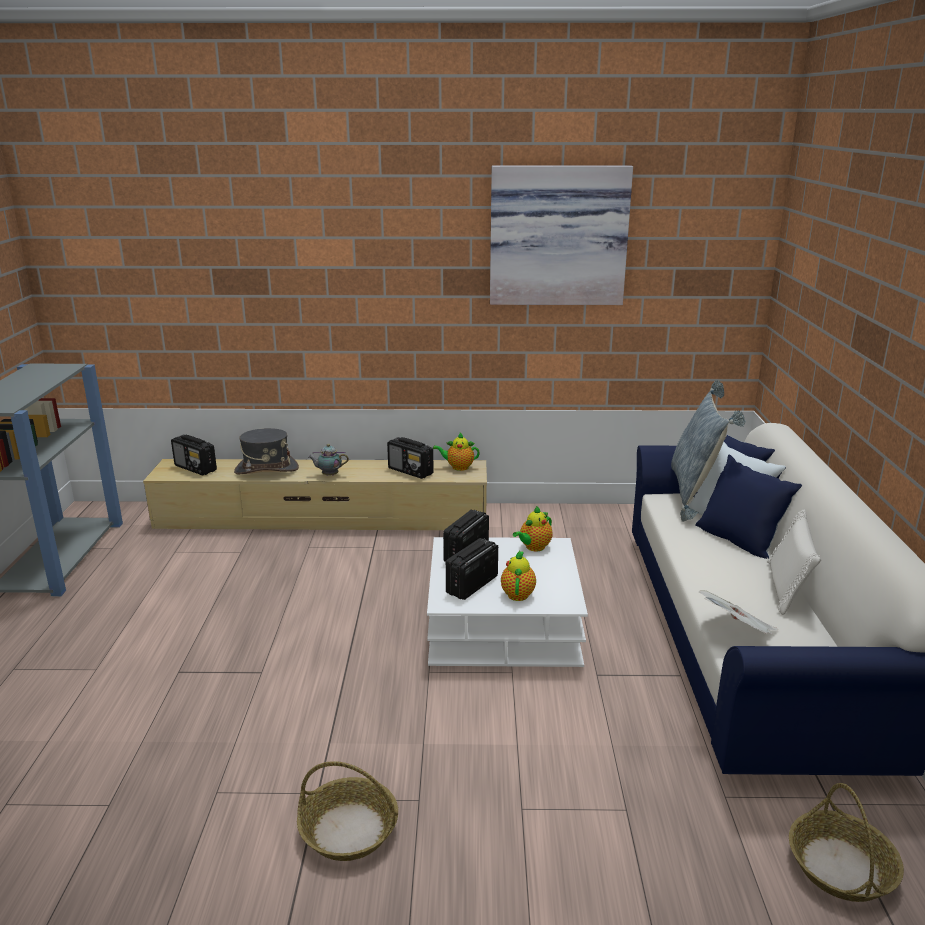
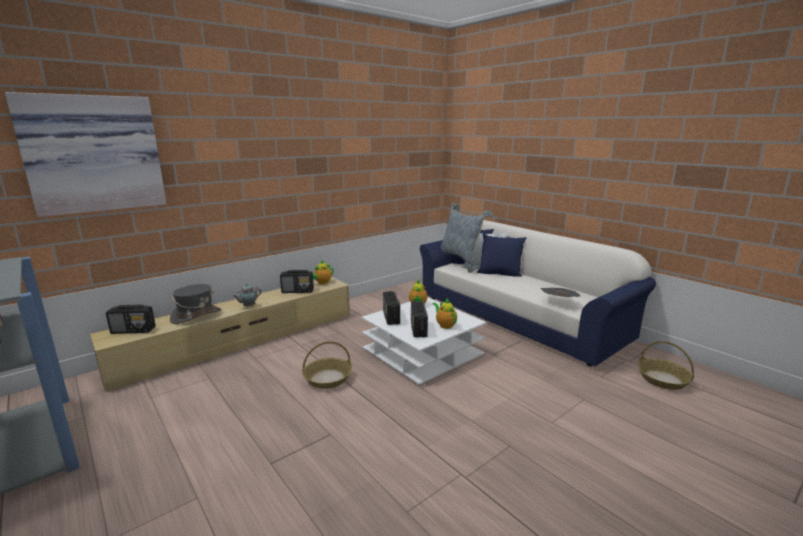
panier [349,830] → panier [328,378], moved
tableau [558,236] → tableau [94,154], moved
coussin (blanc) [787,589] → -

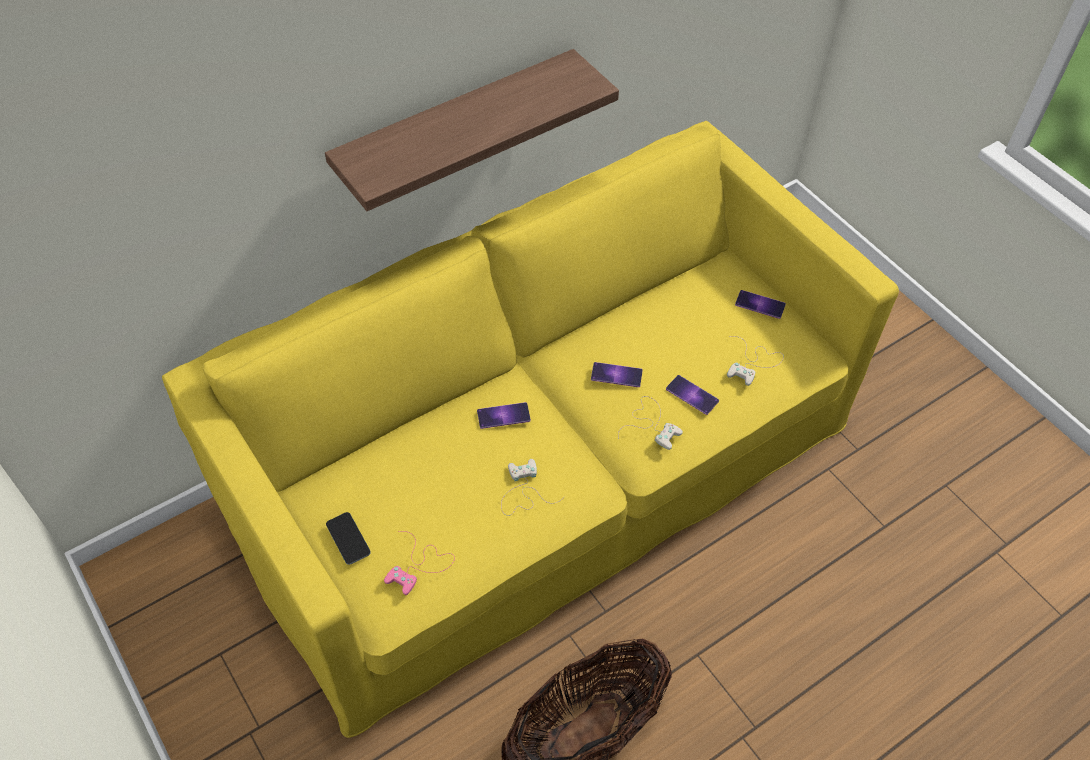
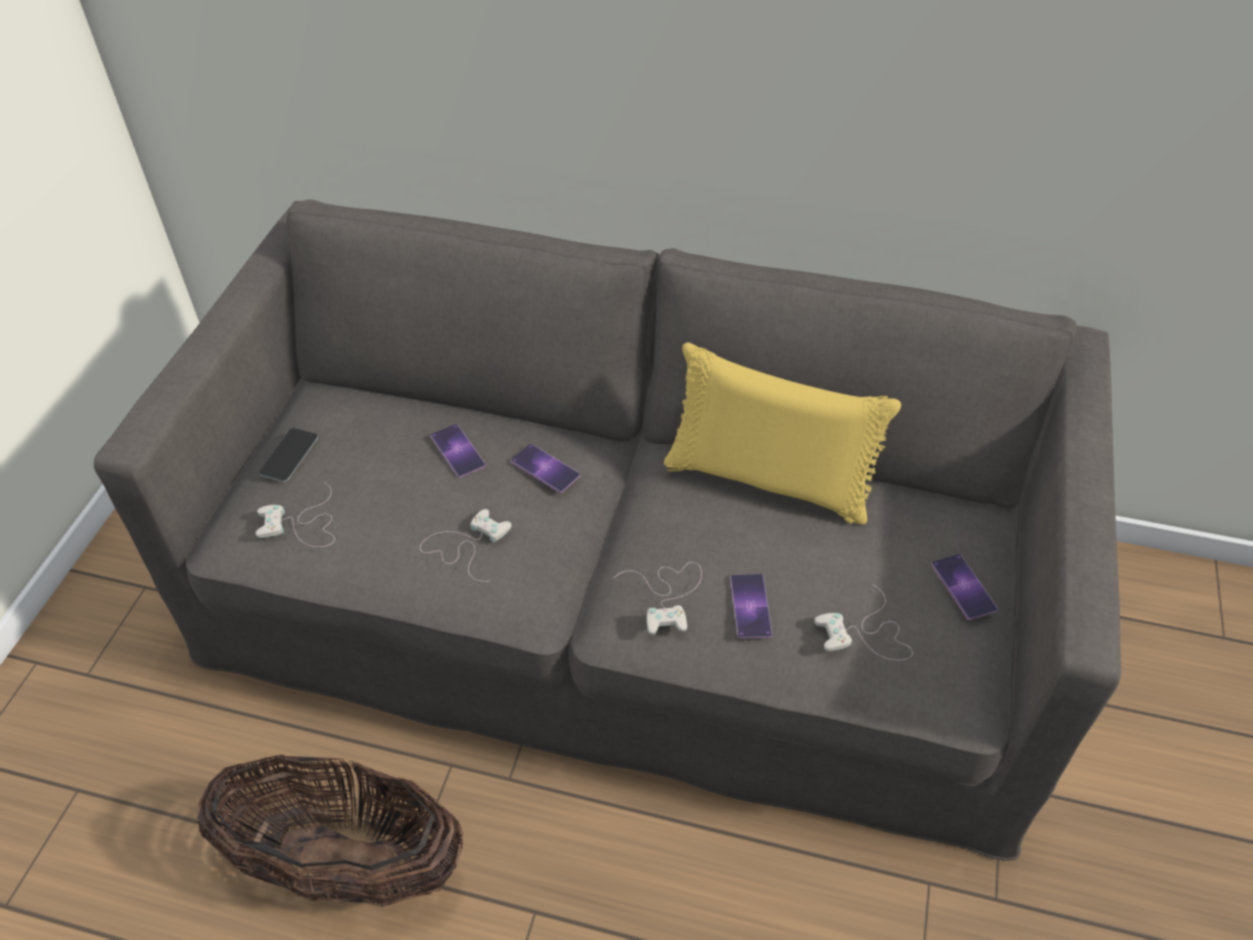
canapé (jaune) [542,466] → canapé (gris) [626,598]
étagère [456,131] → -
manette (rose) [419,565] → manette (blanc) [302,525]
téléphone [616,375] → téléphone [457,450], moved
- → coussin (jaune) [768,480]

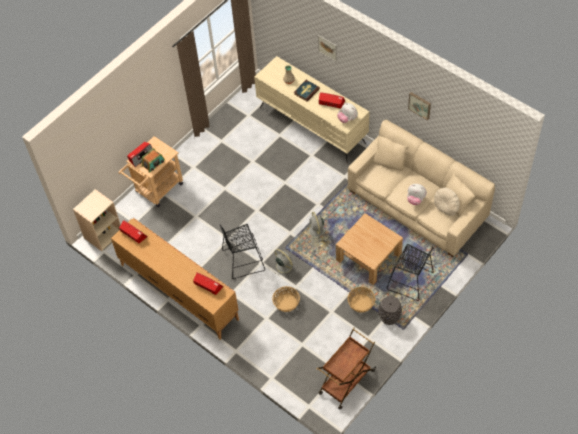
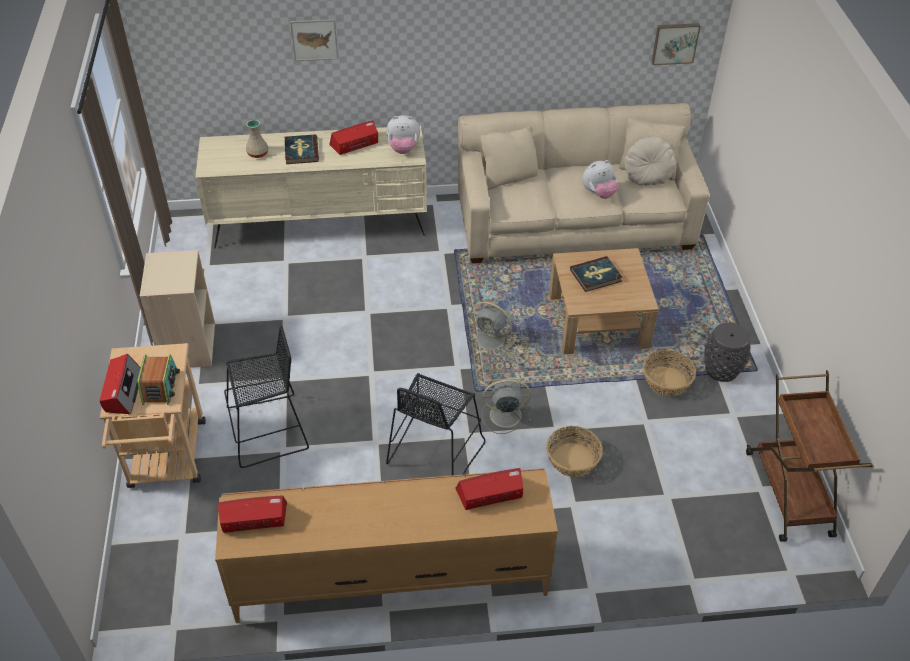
bibliothèque (beige) [103,234] → bibliothèque (beige) [188,345], moved
tabouret (noir) [409,280] → tabouret (noir) [266,430], moved
tableau [420,105] → tableau [675,43], moved
- → livre [596,276]

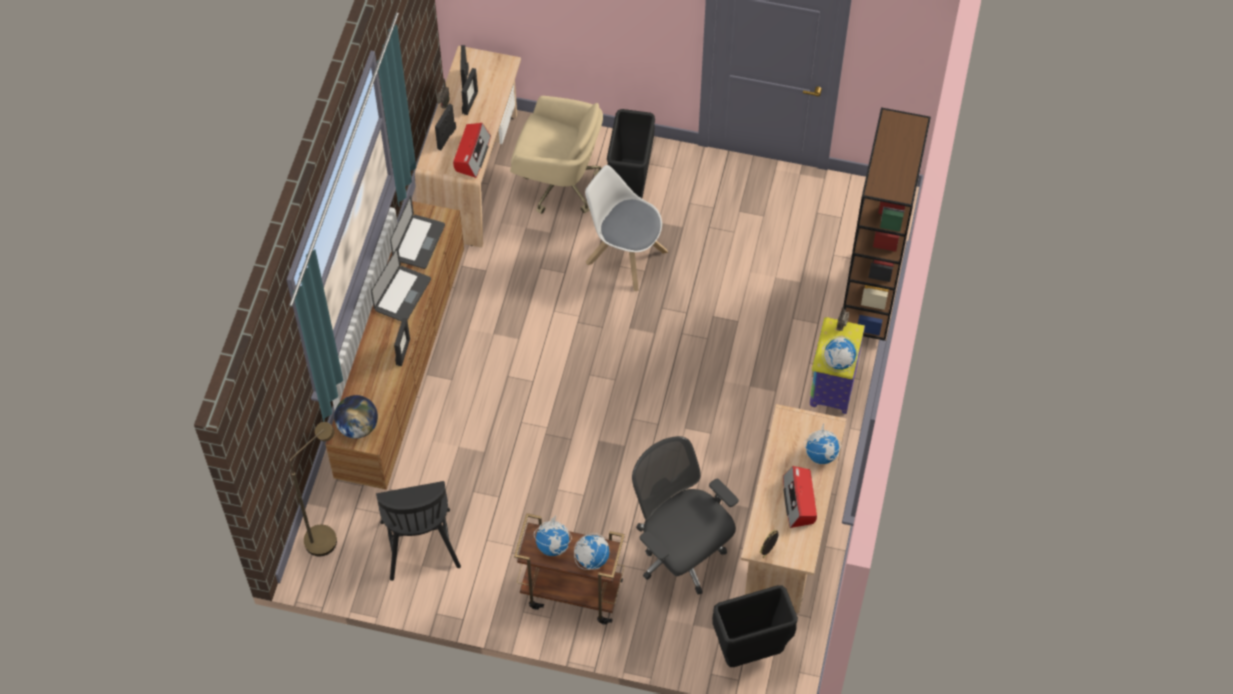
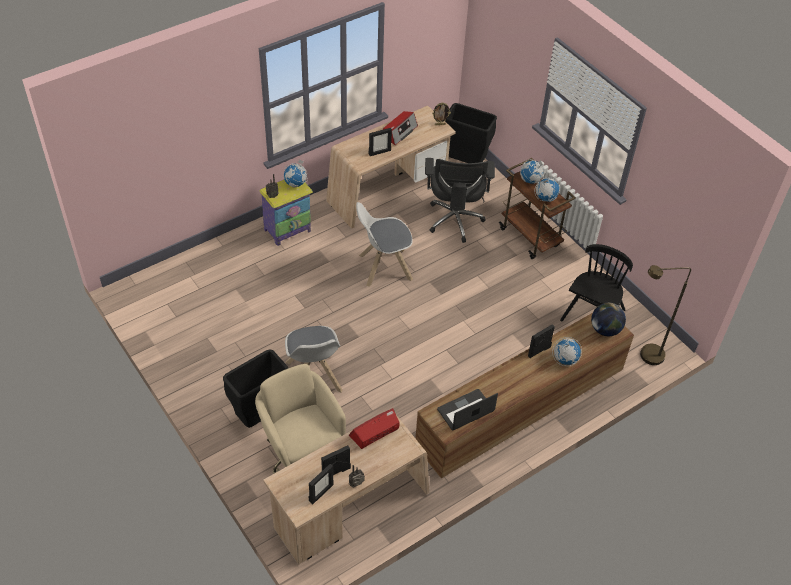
ordinateur portable [402,295] → -
cadre photo [446,138] → cadre photo [379,152], moved
globe [821,454] → globe [564,360], moved
bibliothèque (marron) [870,298] → -
- → chaise [383,267]

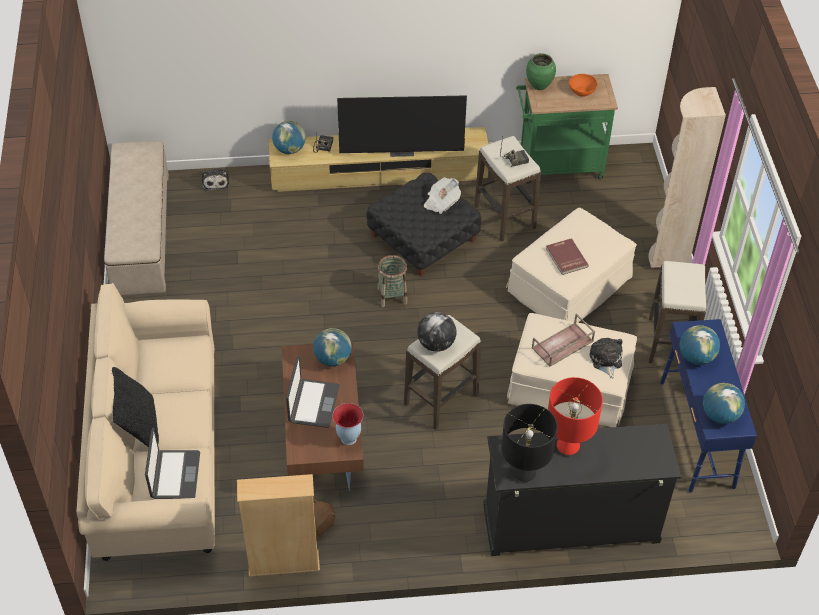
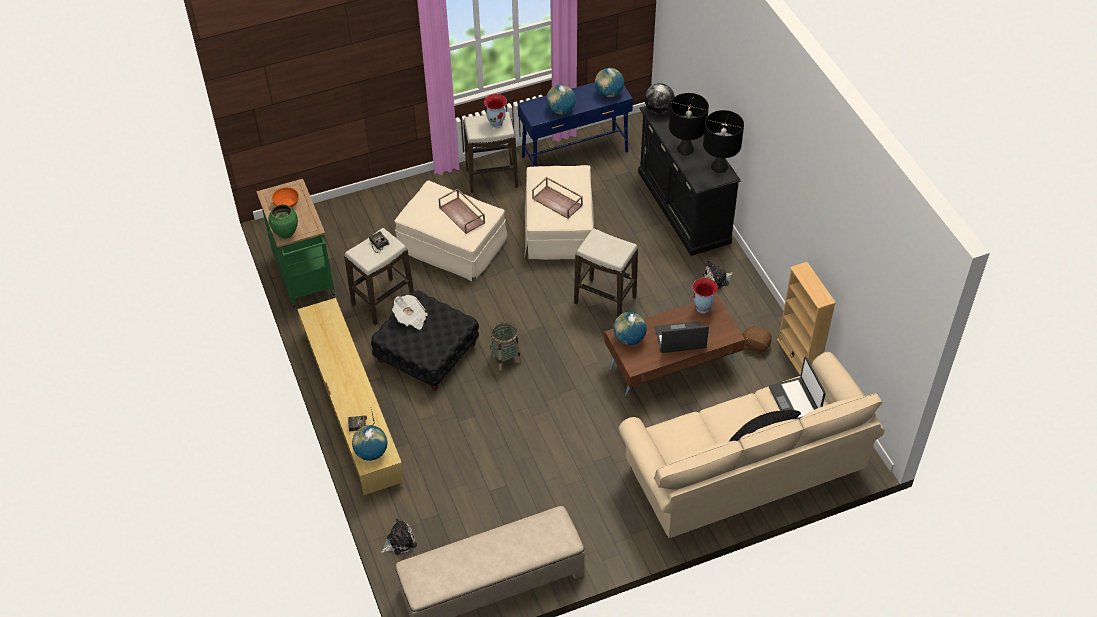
ordinateur portable [174,475] → ordinateur portable [795,400], 90 degrees counterclockwise
téléviseur [402,150] → -
globe [436,344] → globe [659,110], moved
livre (rouge) [566,258] → plateau (marron) [462,215]
lampe de table (rouge) [567,447] → lampe de table (noir) [685,151]
peluche [606,360] → peluche [717,279], moved
bibliothèque (beige) [666,257] → -
- → vase [496,124]

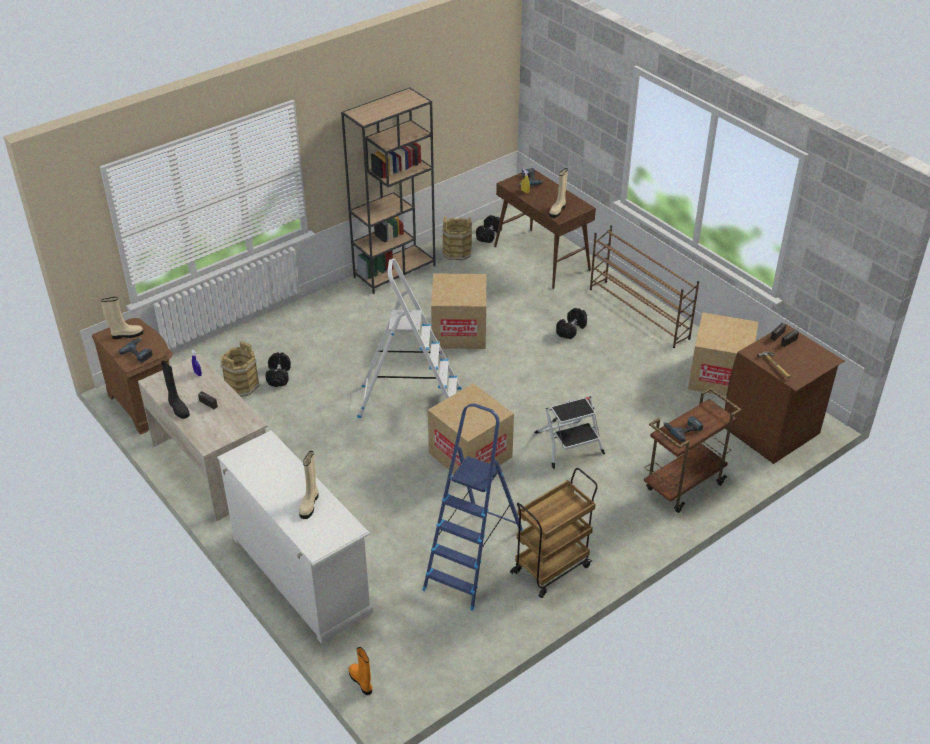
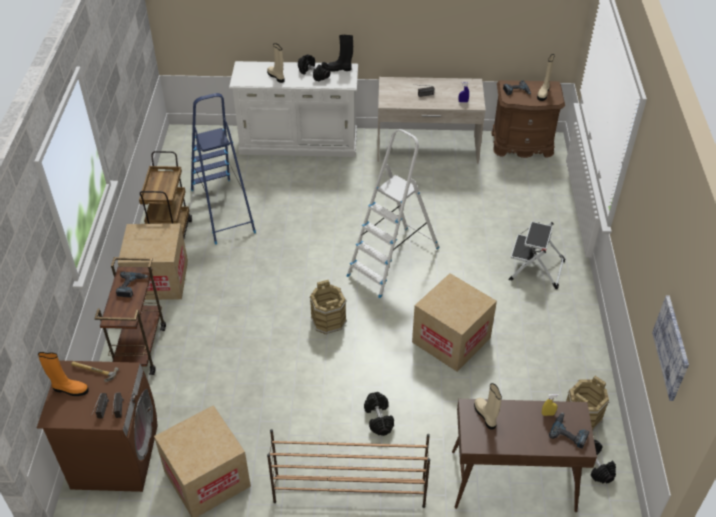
botte (noir) [178,408] → botte (noir) [339,69], moved
seau (marron) [241,385] → seau (marron) [328,321], moved
haltère (noir) [278,376] → haltère (noir) [314,74], moved
bibliothèque [394,271] → -
botte (orange) [361,681] → botte (orange) [69,389], moved
carton [470,455] → carton [158,280], moved
escabeau [568,444] → escabeau [535,268], moved
- → tableau [671,347]

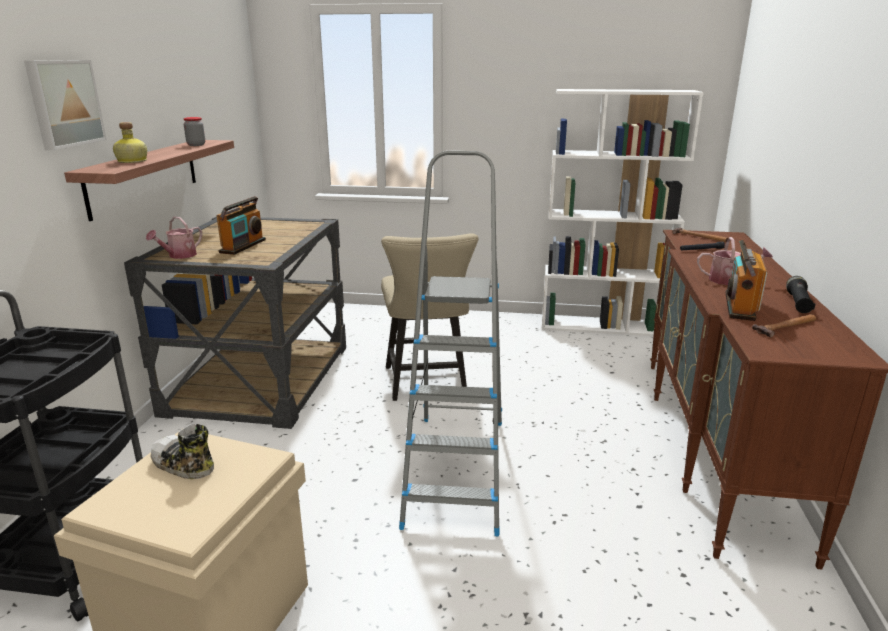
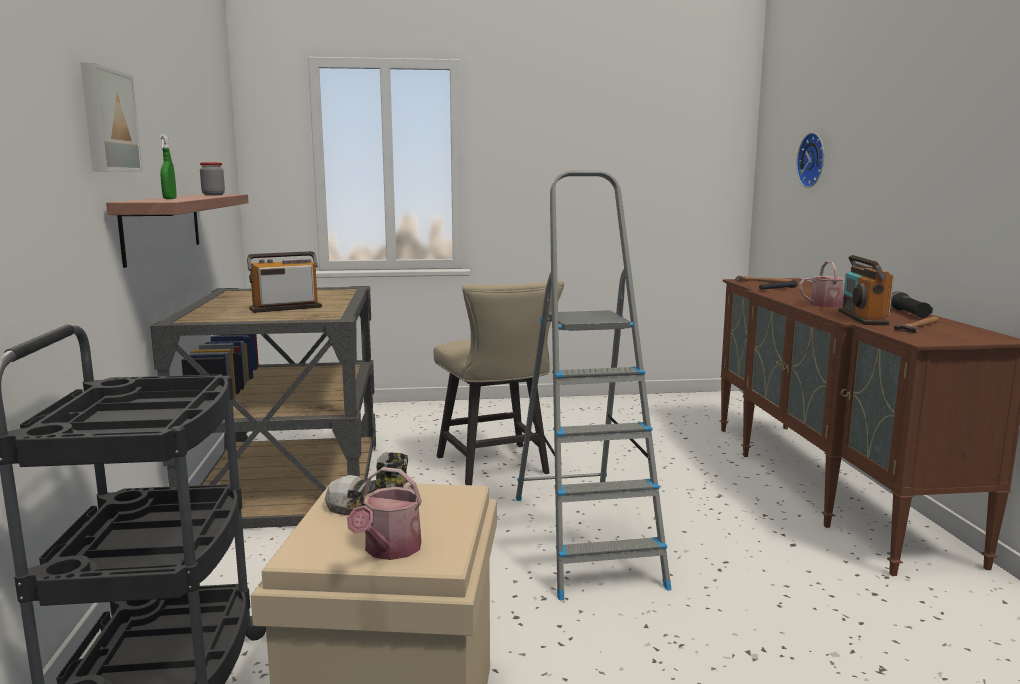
bouteille [131,161] → vaporisateur (vert) [170,199]
arrosoir [179,256] → arrosoir [389,550], moved
radio [243,246] → radio [285,308], 120 degrees counterclockwise
bibliothèque (blanc) [603,326] → -
- → horloge murale [814,160]

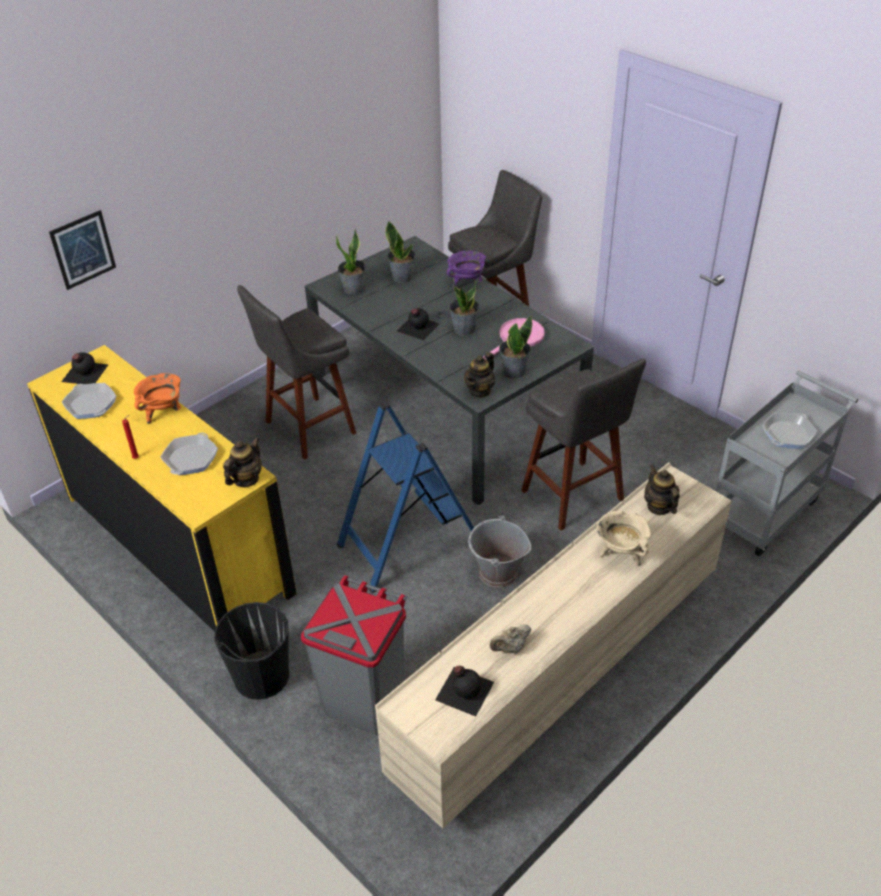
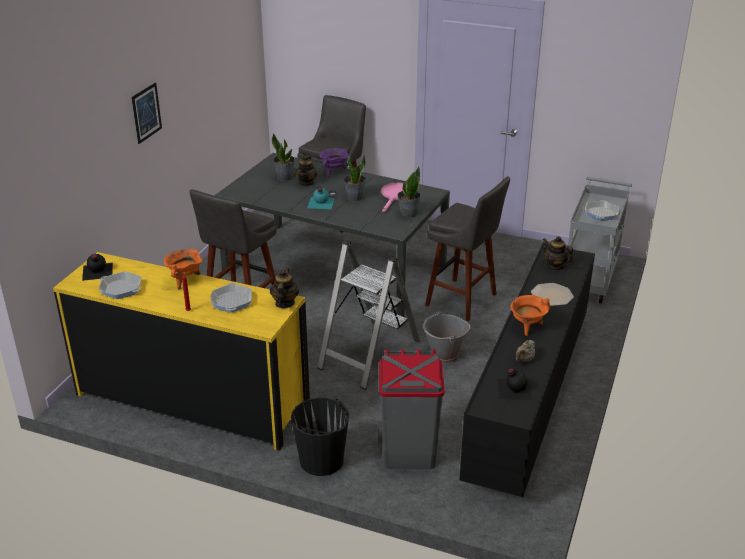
tableau [83,249] → tableau [146,113], moved
plante en pot [354,289] → -
escabeau (bleu) [407,543] → escabeau (gris) [368,354]
meuble de rangement (beige) [561,678] → meuble de rangement (noir) [529,401]
bouteille (noir) [417,327] → bouteille (turquoise) [320,203]
théière [480,391] → théière [306,183], moved
marmite (beige) [621,553] → assiette [552,295]
- → marmite (orange) [527,327]

